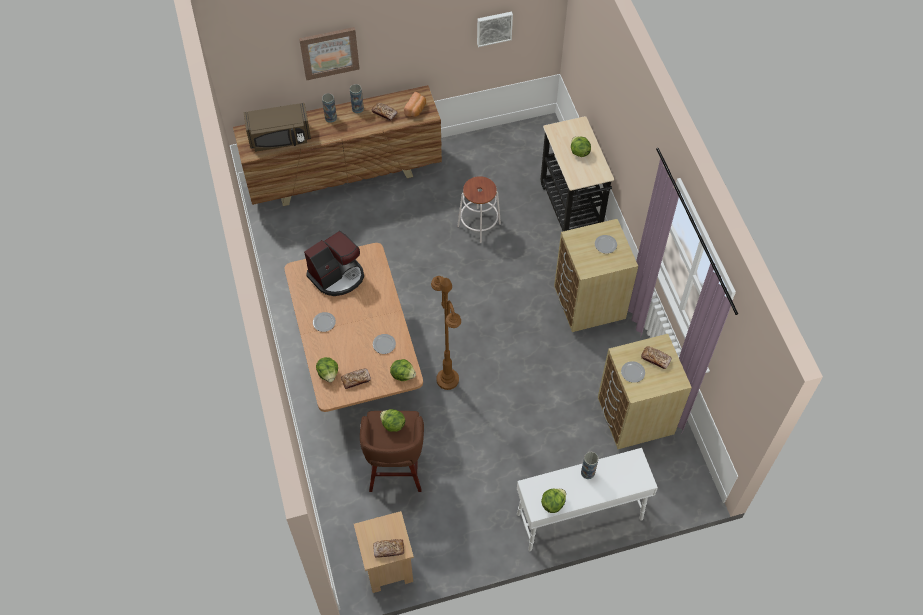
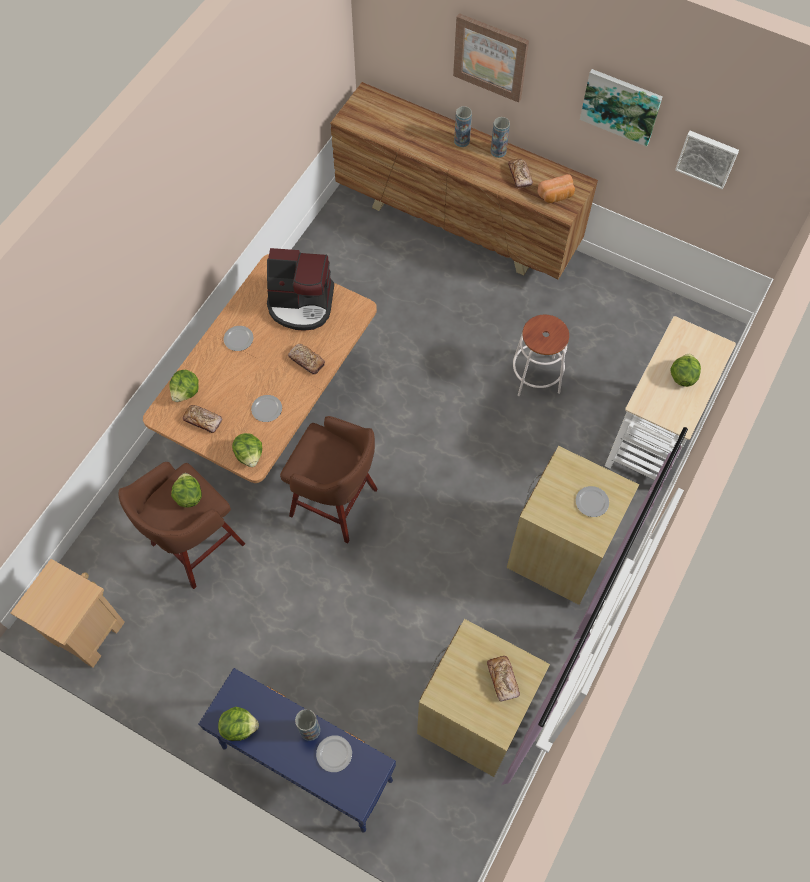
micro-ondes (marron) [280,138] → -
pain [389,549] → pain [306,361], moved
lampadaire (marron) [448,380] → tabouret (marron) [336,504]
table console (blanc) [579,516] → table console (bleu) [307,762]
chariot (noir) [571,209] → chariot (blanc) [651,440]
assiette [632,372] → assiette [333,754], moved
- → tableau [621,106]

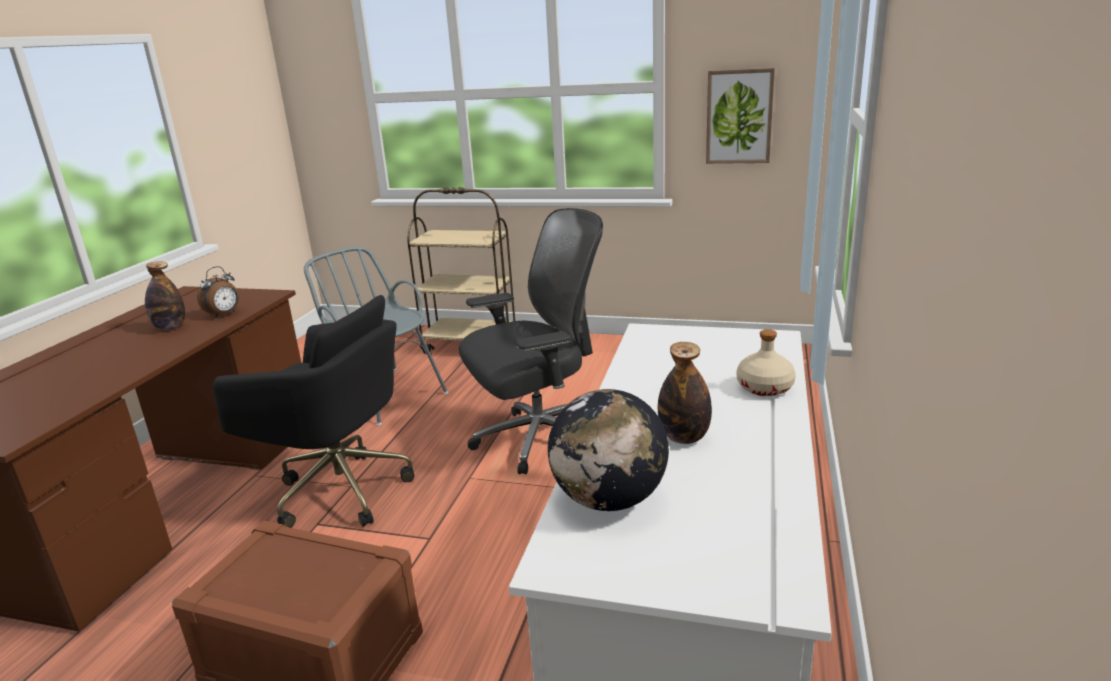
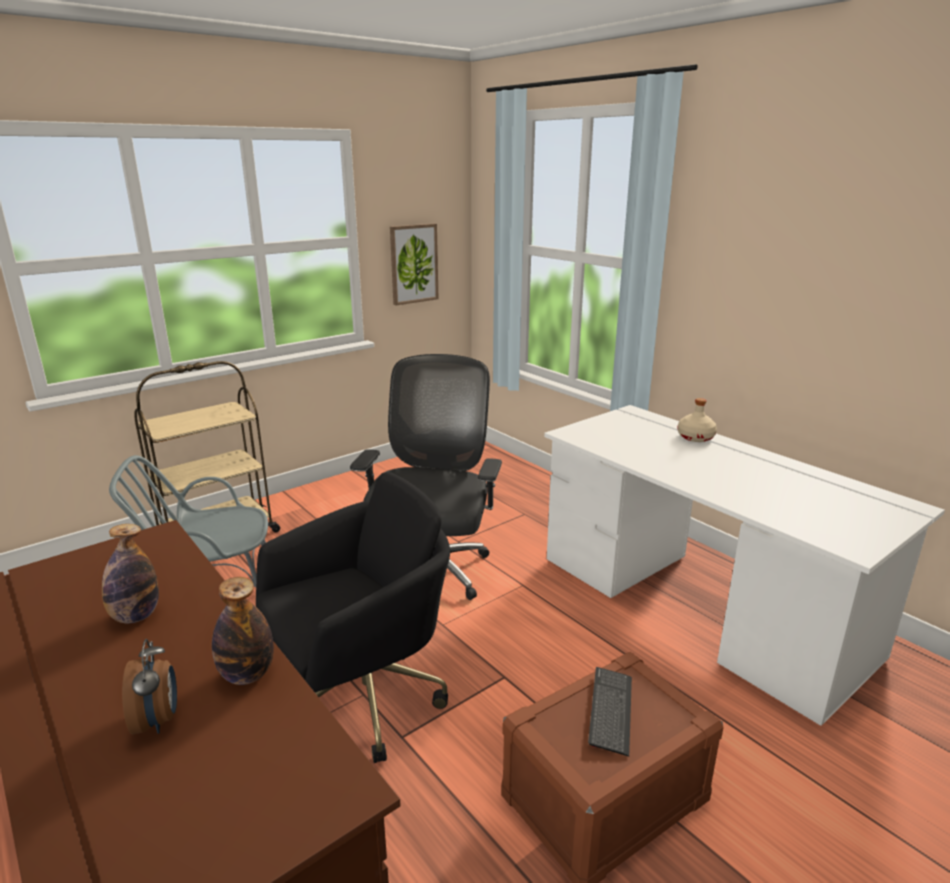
réveil [224,314] → réveil [158,720], moved
globe [609,500] → -
bouteille [684,438] → bouteille [247,674], moved
- → clavier [611,711]

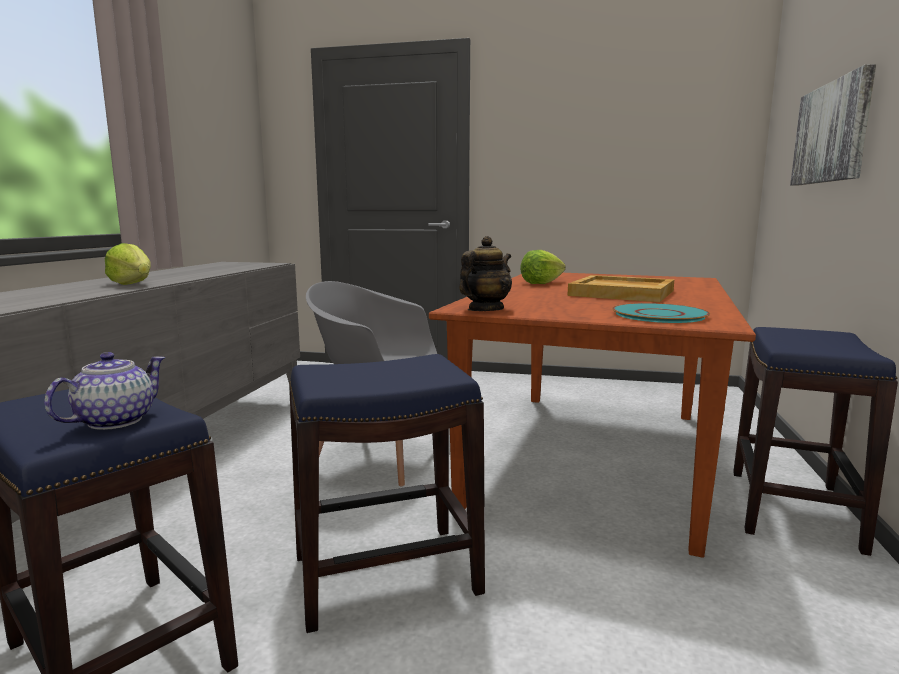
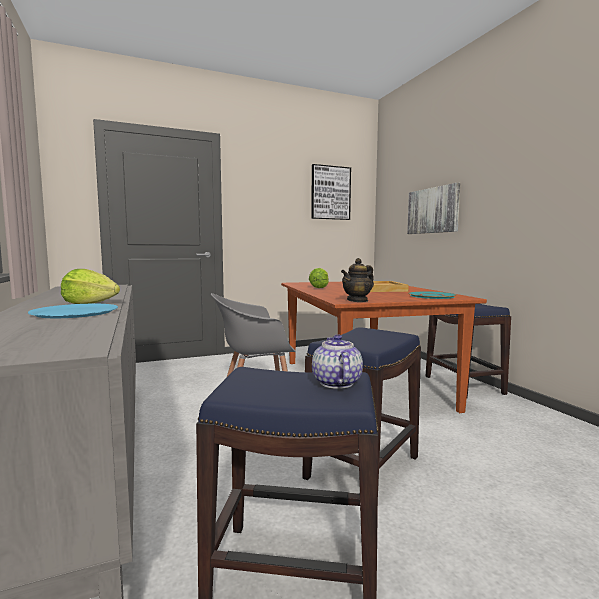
théière [485,310] → théière [357,300], 135 degrees counterclockwise
- → assiette (bleu) [75,312]
- → tableau [330,193]

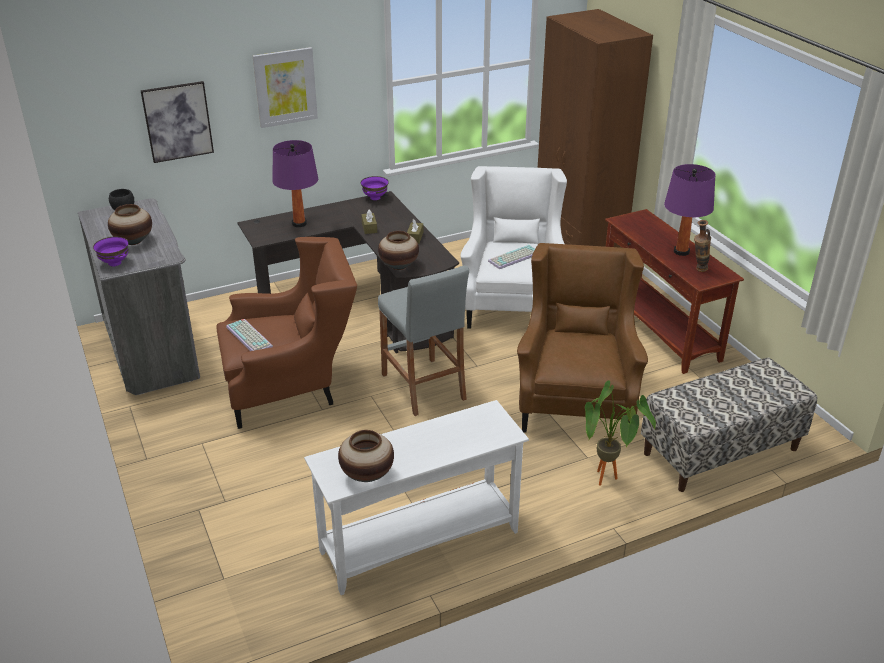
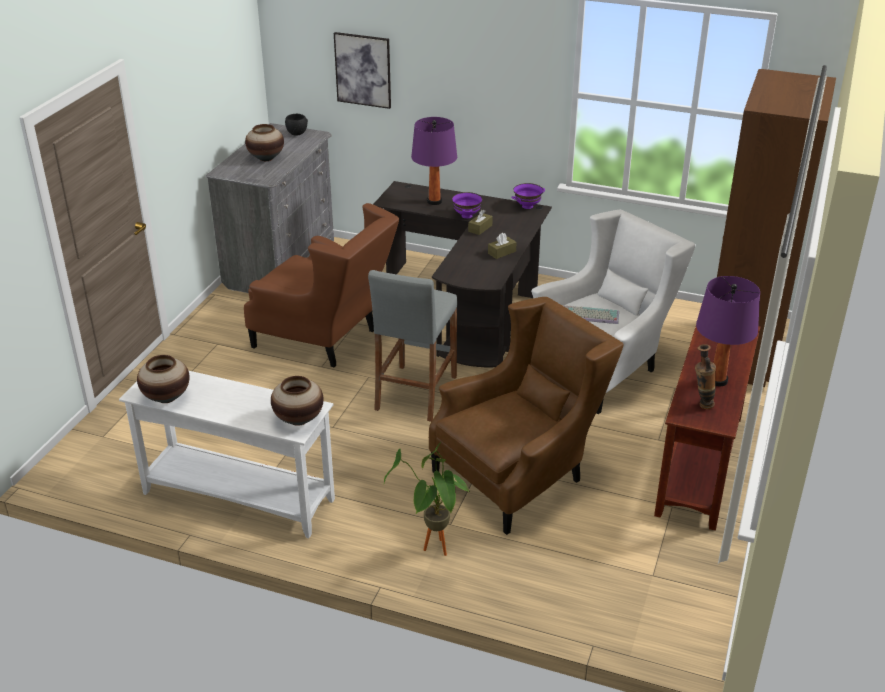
bol (violet) [115,263] → bol (violet) [467,216], moved
clavier [250,337] → -
tableau [285,87] → -
vase [399,266] → vase [299,419], moved
banc [720,452] → -

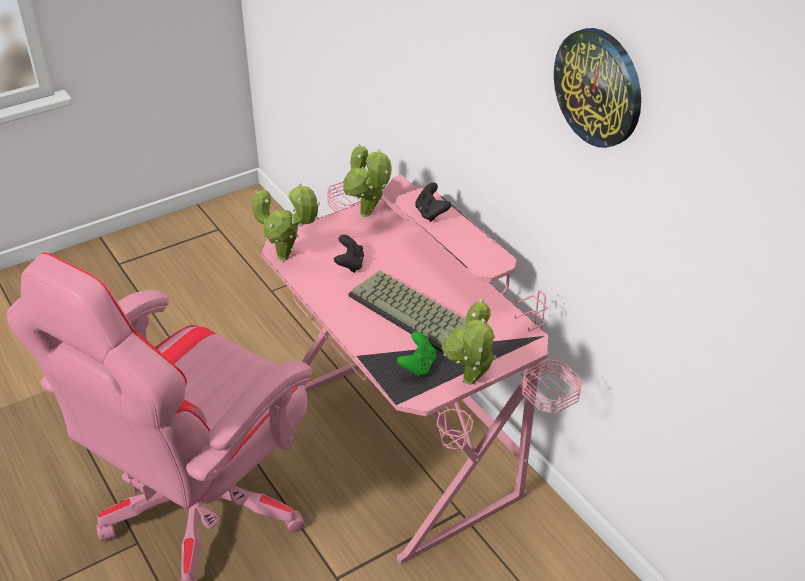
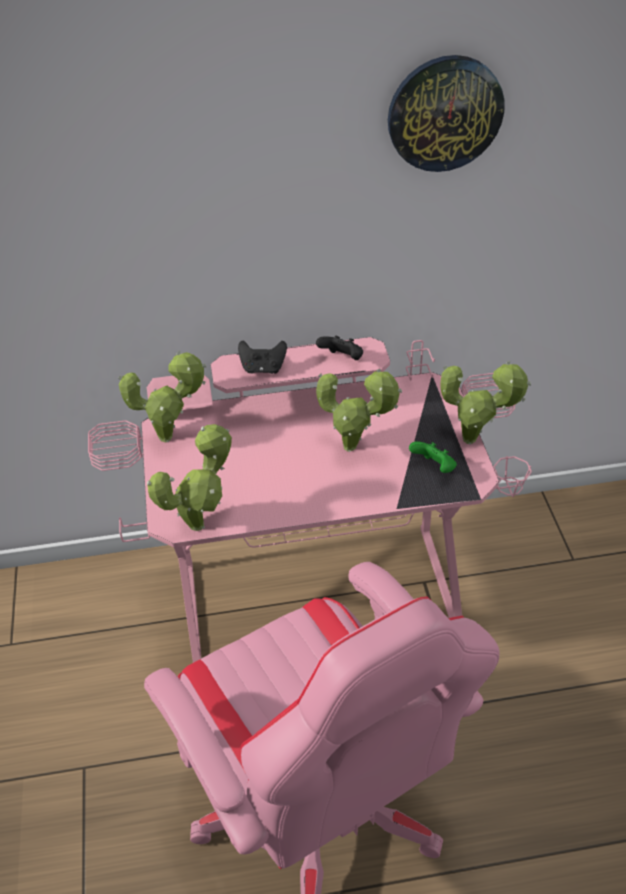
manette (noir) [350,264] → manette (noir) [342,359], moved
clavier [414,313] → plante en pot [355,447]

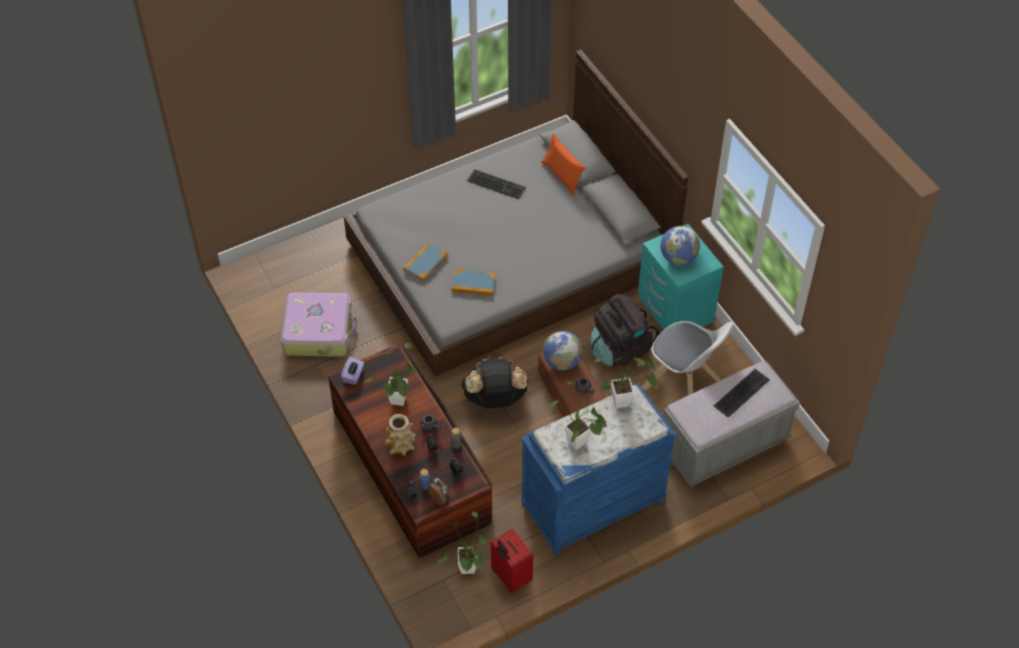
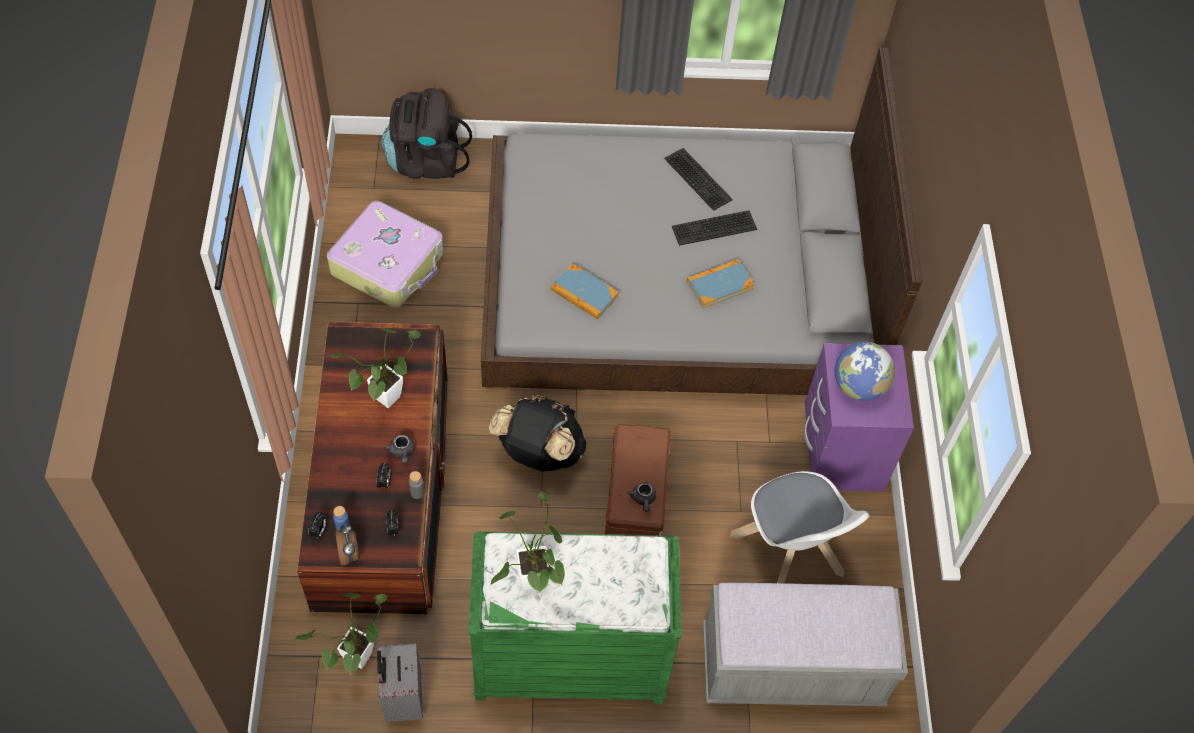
boîte à mouchoirs (violet) [353,376] → -
vase [400,445] → -
livre [425,263] → livre [719,285], moved
valise (rouge) [510,577] → valise (gris) [402,698]
commode (bleu) [592,503] → commode (vert) [569,655]
coussin (orange) [562,176] → -
globe [562,362] → -
sac à dos (noir) [619,349] → sac à dos (noir) [426,161], moved
plante en pot [625,401] → -
table de chevet (turquoise) [674,310] → table de chevet (violet) [841,450]
clavier [742,394] → clavier [714,229], moved

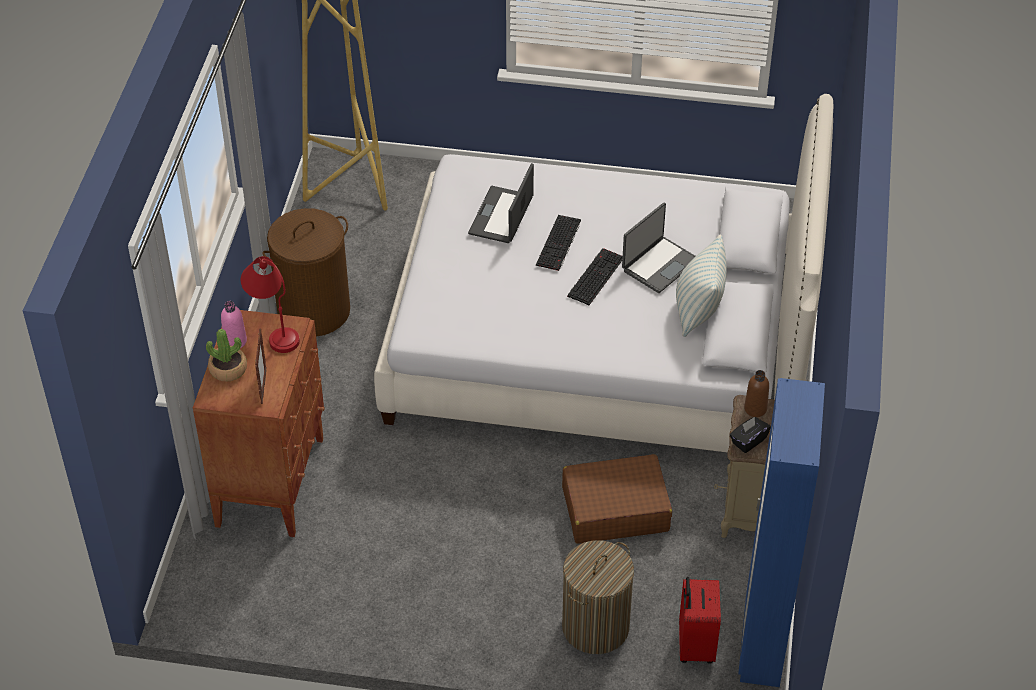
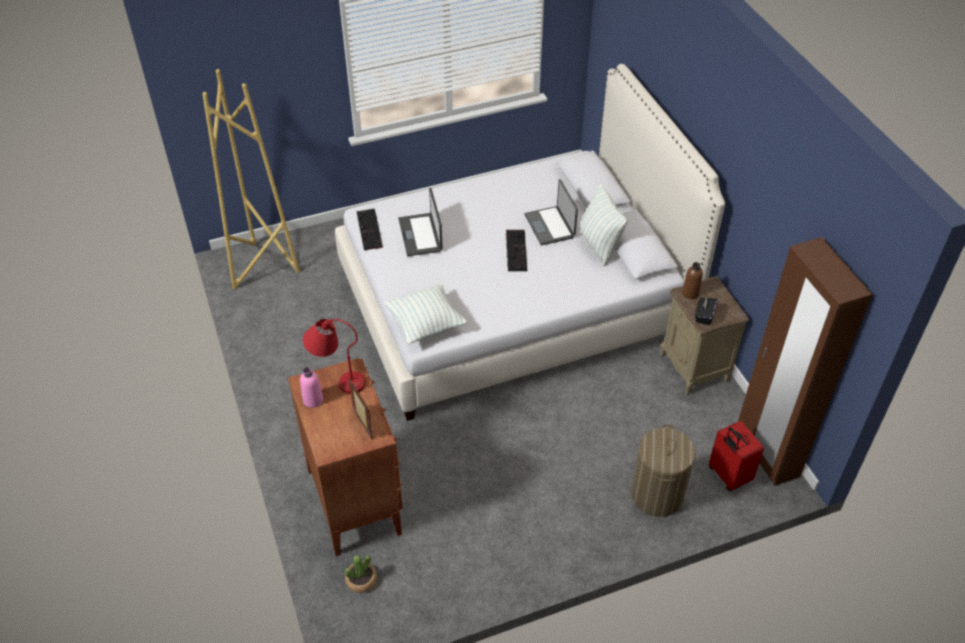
plante en pot [228,369] → plante en pot [361,580], moved
panier à linge (marron) [314,311] → -
clavier [559,243] → clavier [370,230], moved
valise (marron) [615,509] → -
ordinateur portable [659,265] → ordinateur portable [550,226], 150 degrees clockwise
armoire (bleu) [761,644] → armoire (marron) [766,453]
- → coussin [426,325]

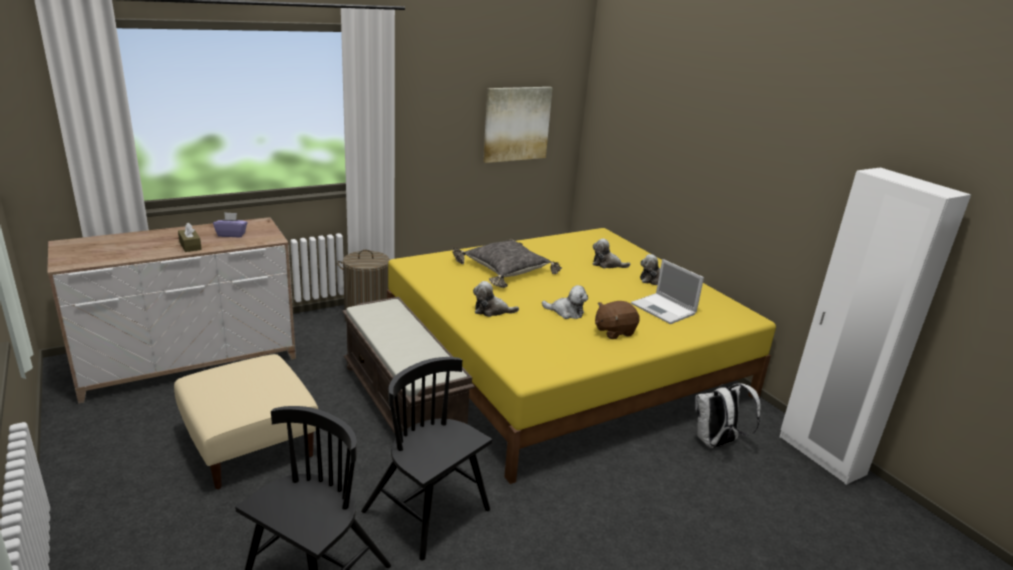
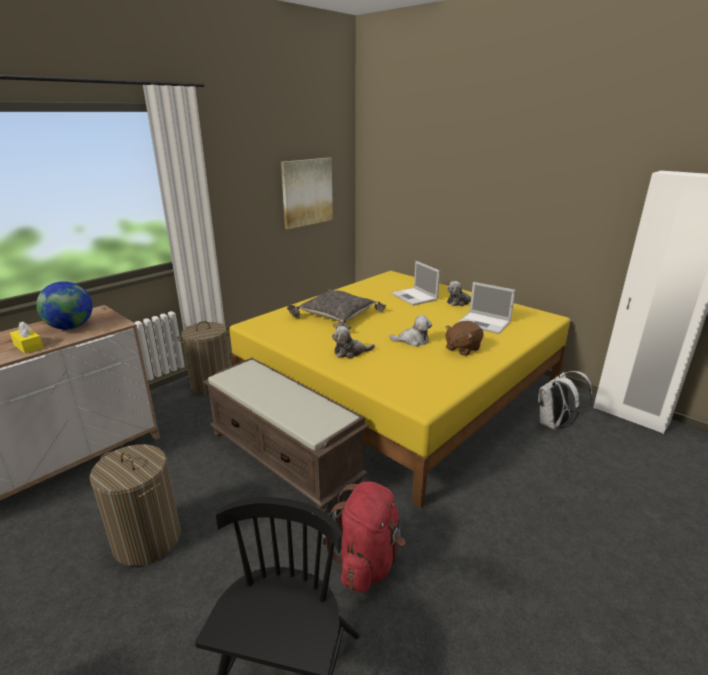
pouf (beige) [249,443] → panier à linge [147,540]
boîte à mouchoirs (marron) [190,246] → boîte à mouchoirs (jaune) [28,346]
boîte à mouchoirs (violet) [231,234] → globe [71,327]
chaise (noir) [431,513] → sac à dos (rouge) [367,561]
peluche [607,264] → ordinateur portable [414,297]

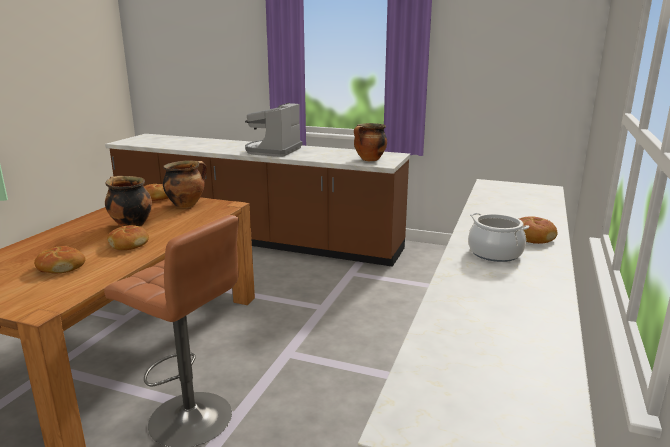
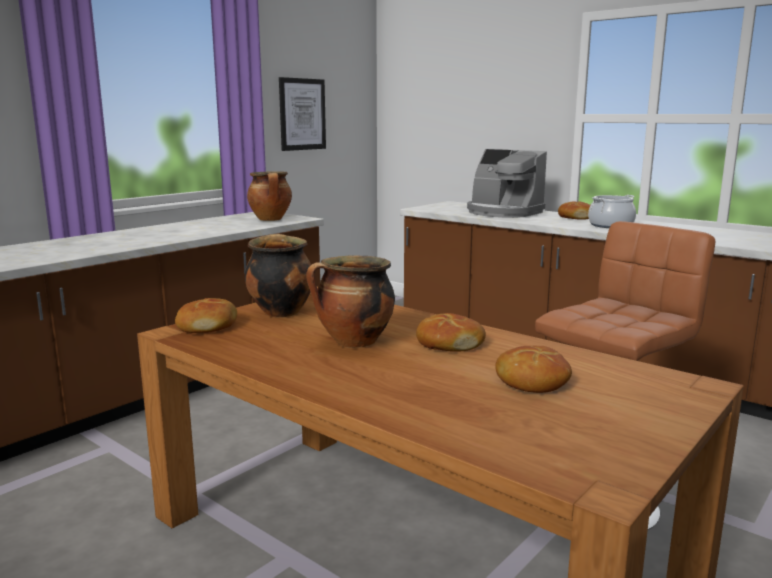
machine à café [273,151] → machine à café [503,212], moved
- → tableau [302,114]

